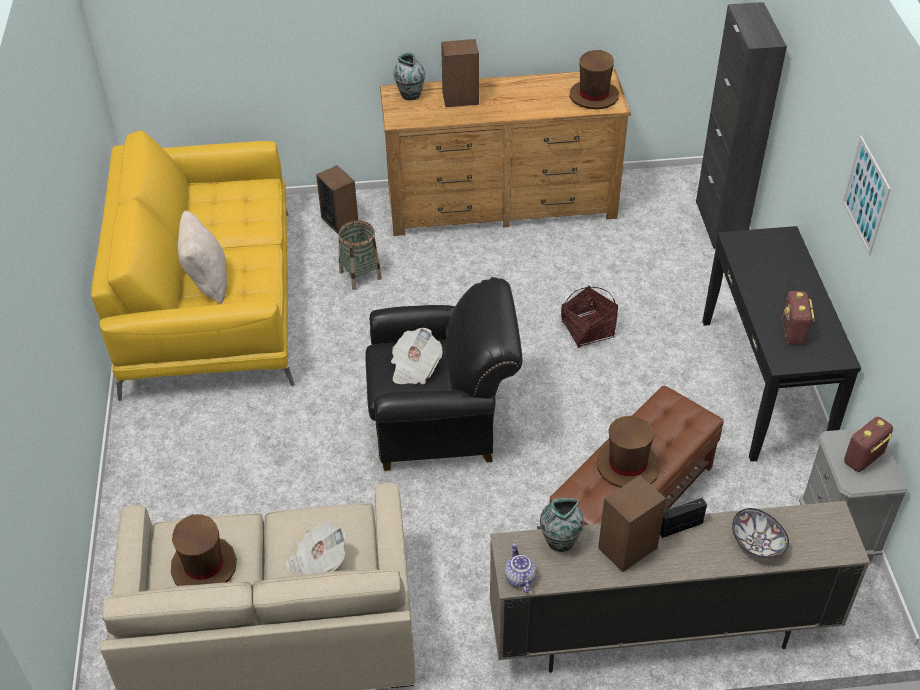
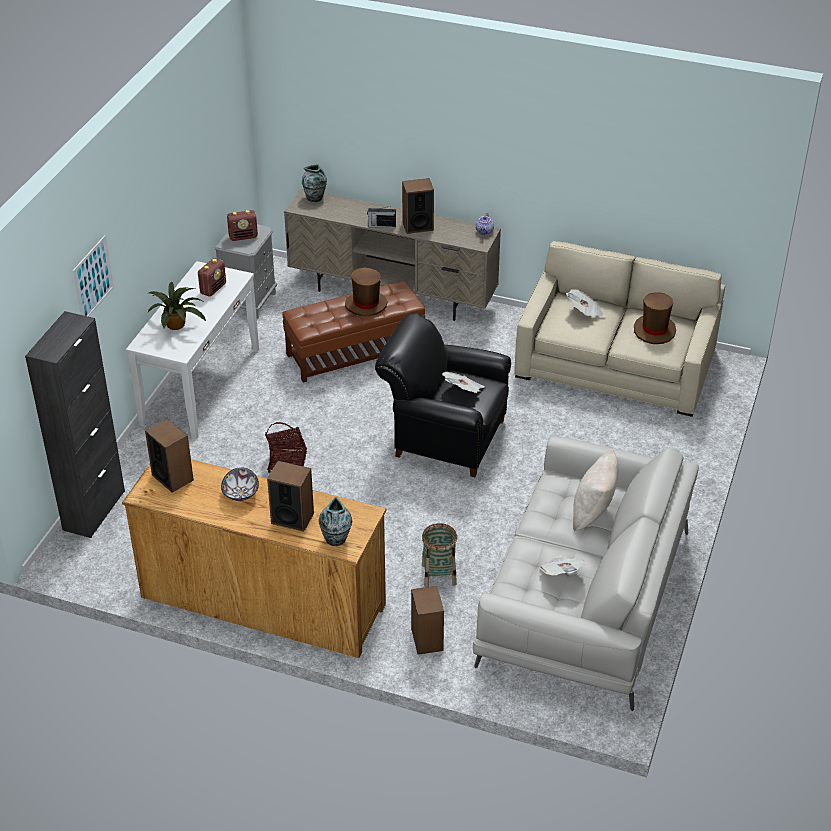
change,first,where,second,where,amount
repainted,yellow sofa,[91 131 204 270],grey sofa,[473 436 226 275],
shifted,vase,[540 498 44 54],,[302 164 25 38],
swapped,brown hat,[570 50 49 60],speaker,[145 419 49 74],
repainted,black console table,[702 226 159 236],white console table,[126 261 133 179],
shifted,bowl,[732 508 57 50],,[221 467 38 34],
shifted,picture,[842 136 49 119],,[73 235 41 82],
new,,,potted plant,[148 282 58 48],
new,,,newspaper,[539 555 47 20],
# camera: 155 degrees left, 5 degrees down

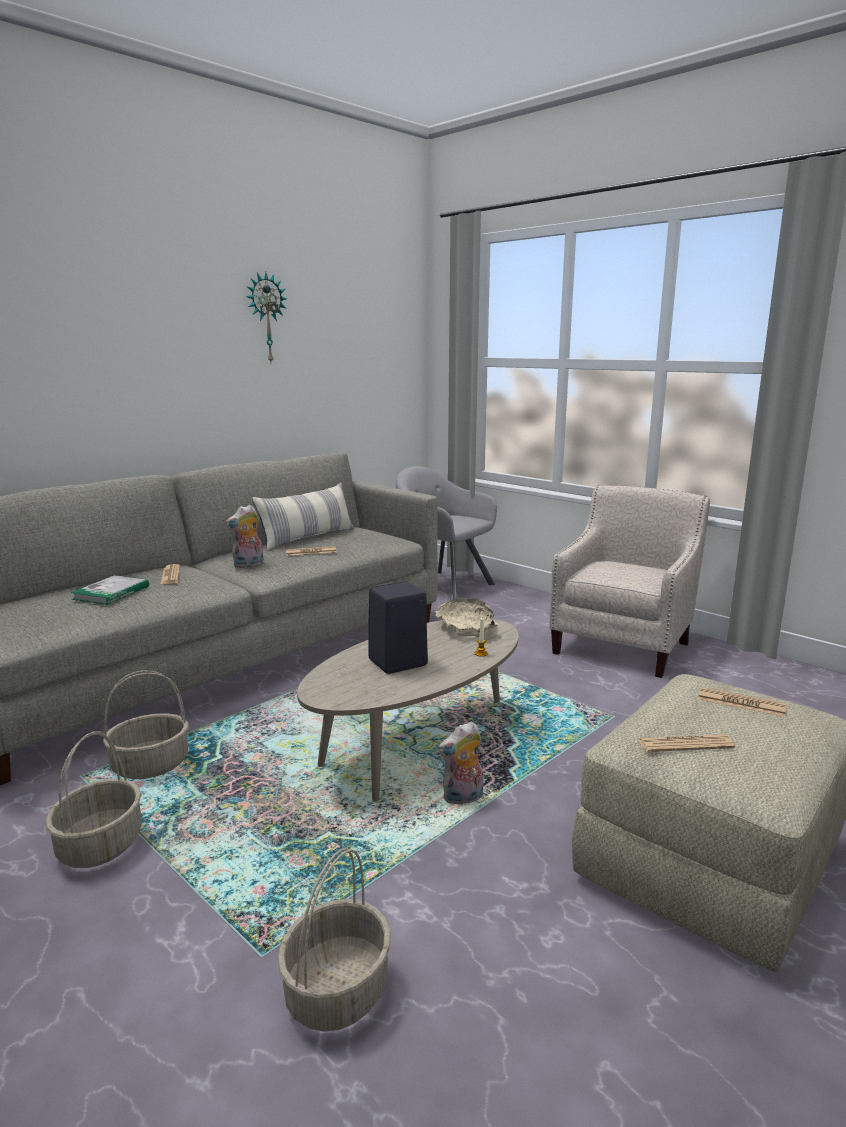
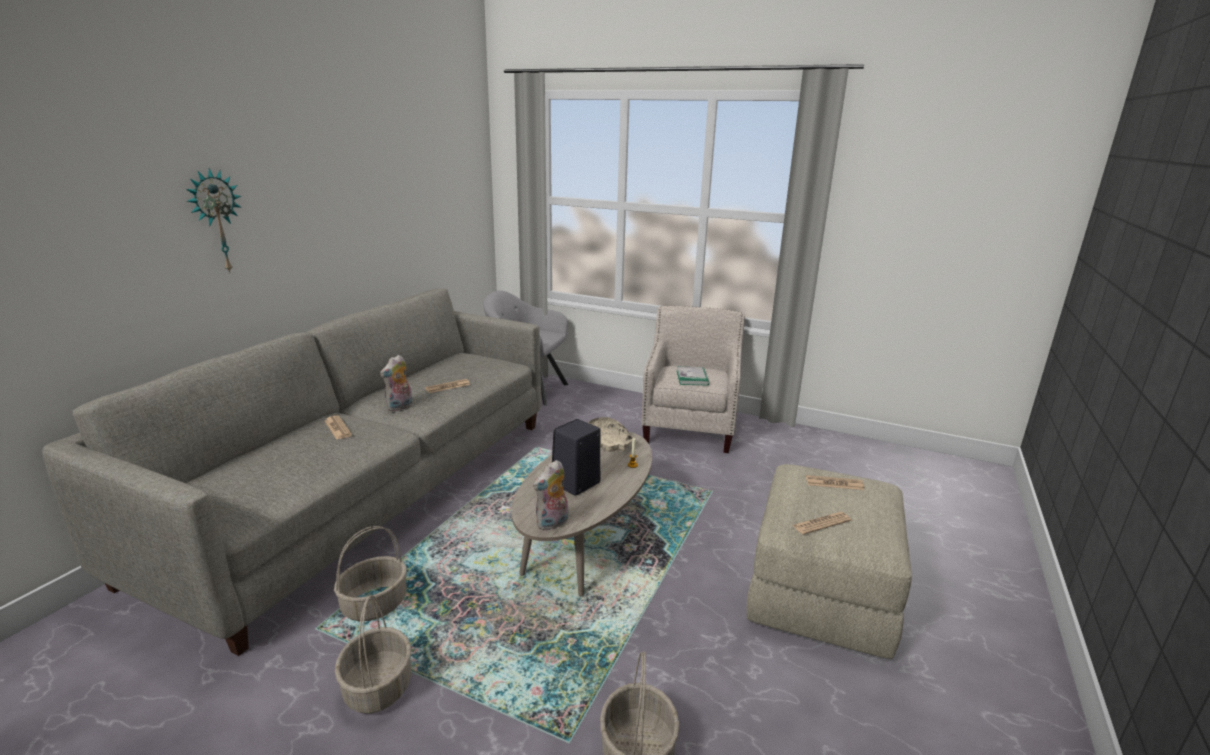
change,first,where,second,where,amount
shifted,book,[71 575 78 30],,[677 367 32 19],
shifted,wall clock,[246 272 41 90],,[186 168 55 105],
gone,pillow,[252 483 103 68],,,
shifted,plush toy,[438 722 45 83],,[533 460 35 71],
# camera: 20 degrees left, 5 degrees up

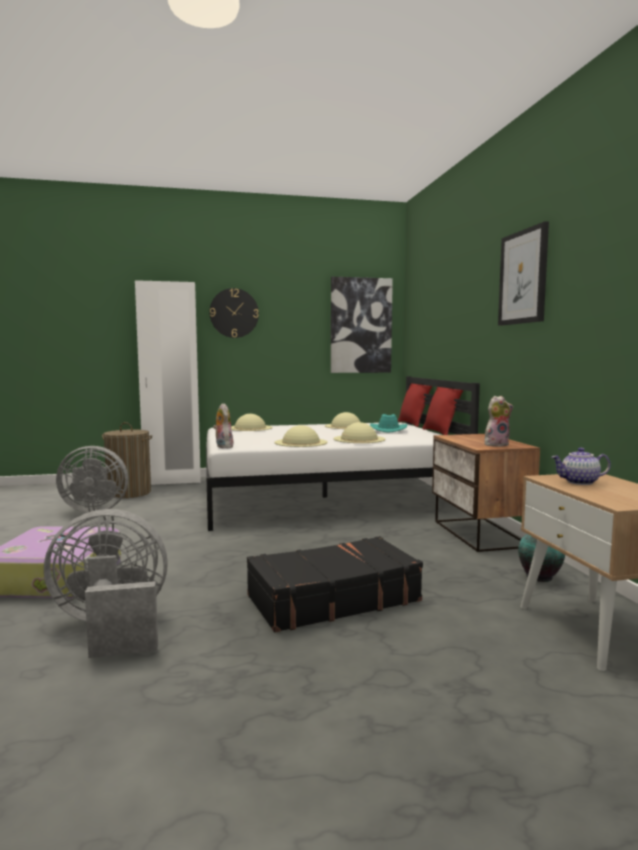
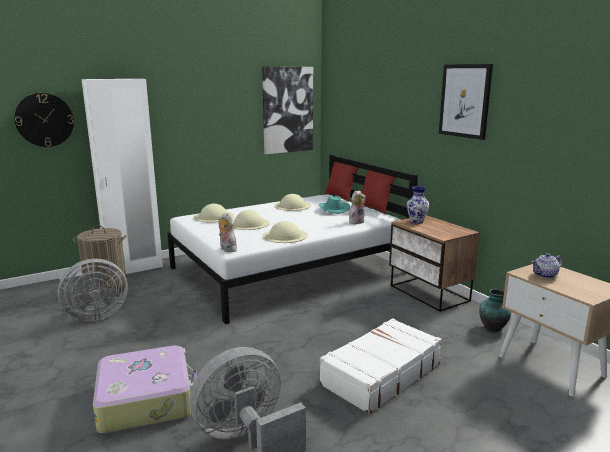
change,first,where,second,where,amount
shifted,wall clock,[209 288 50 50],,[14 93 60 54],
repainted,black suitcase,[247 536 176 97],white suitcase,[319 318 123 96],
shifted,beige hat,[334 422 51 21],,[233 210 37 20],
shifted,plush toy,[485 396 28 51],,[349 190 17 34],
new,,,vase,[407 186 22 38],
# camera: 20 degrees left, 10 degrees up

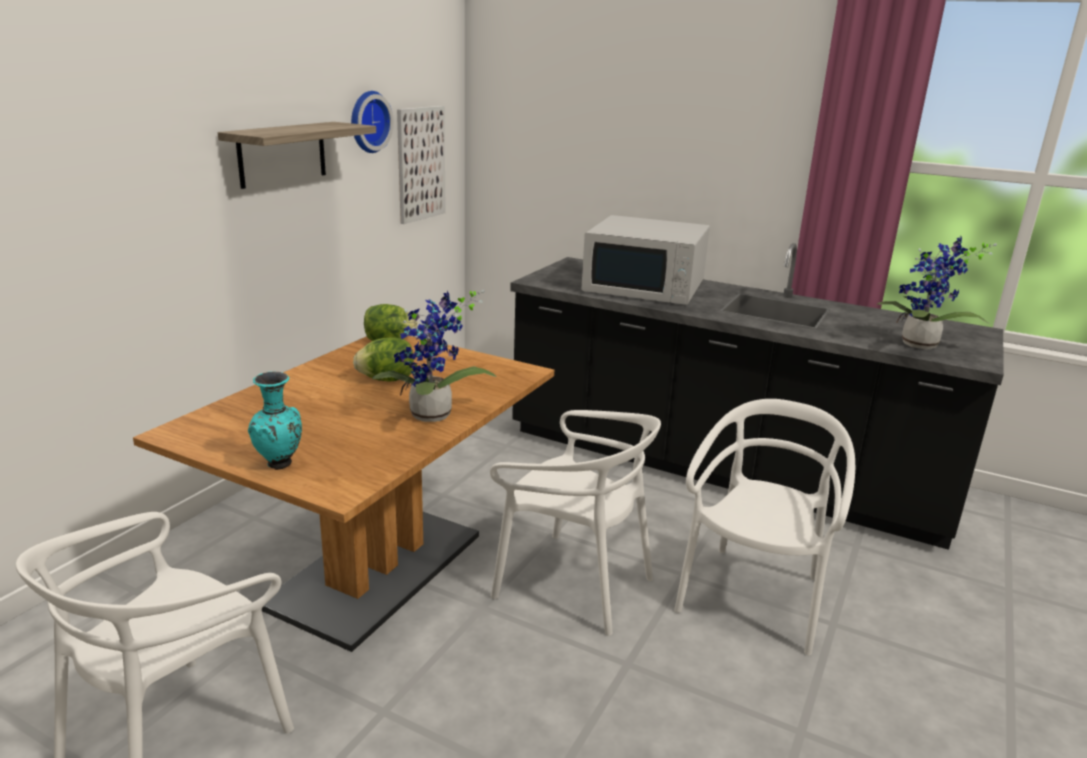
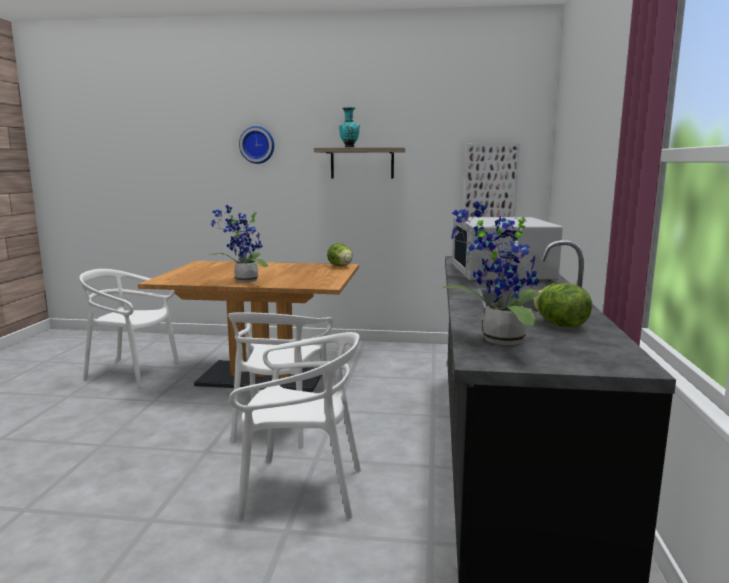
change,first,where,second,where,amount
shifted,turquoise vase,[248 372 54 98],,[339 107 21 40],
shifted,wall clock,[351 91 43 62],,[239 126 35 38],
shifted,lettuce,[353 337 61 45],,[533 283 59 44],
# camera: 70 degrees right, 10 degrees down

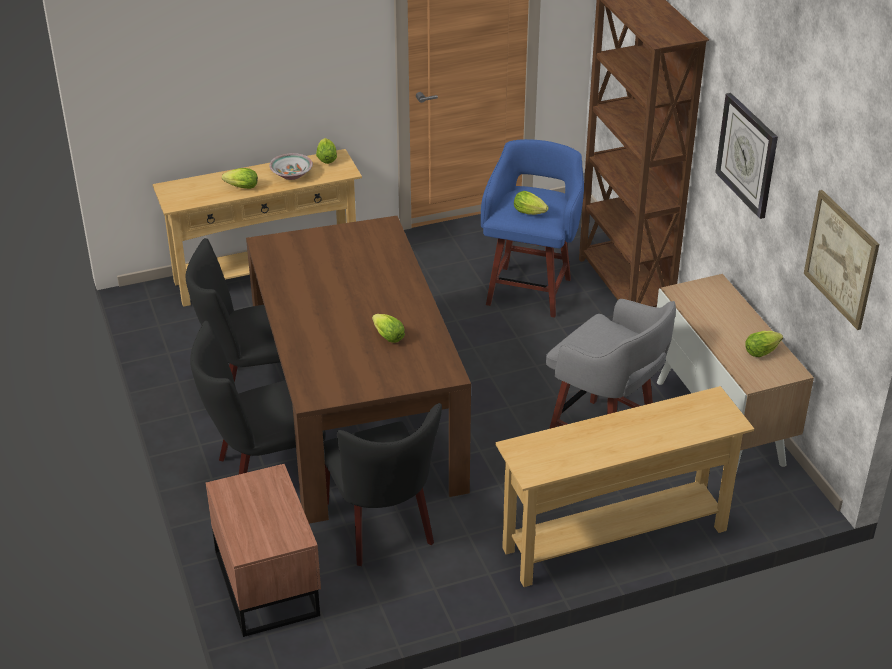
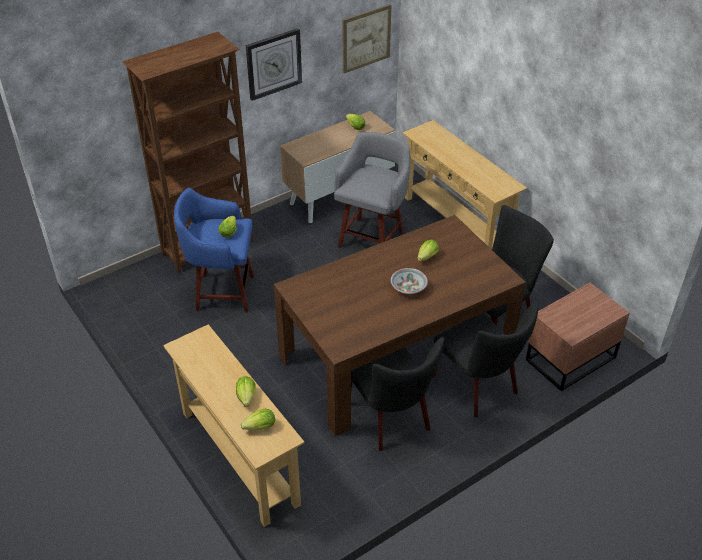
change,first,where,second,where,amount
shifted,bowl,[269 153 44 27],,[391 268 37 26],
shifted,lettuce,[316 138 21 26],,[241 409 34 22],
# camera: 105 degrees left, 5 degrees up

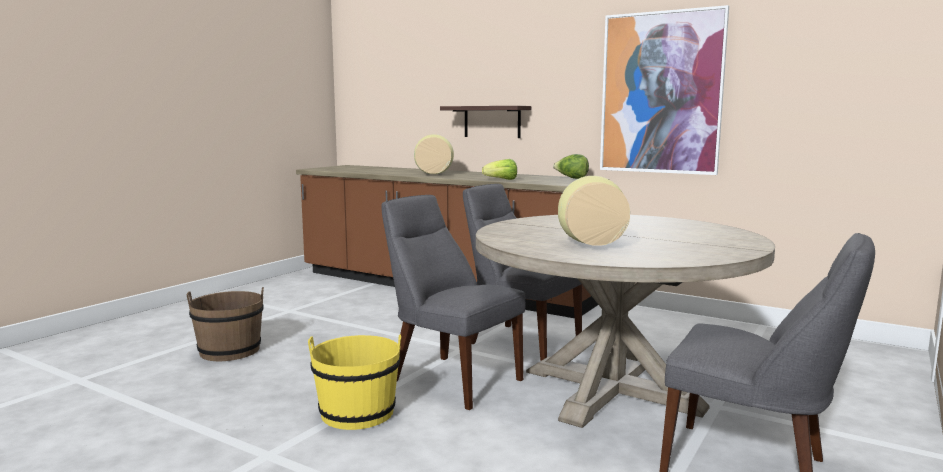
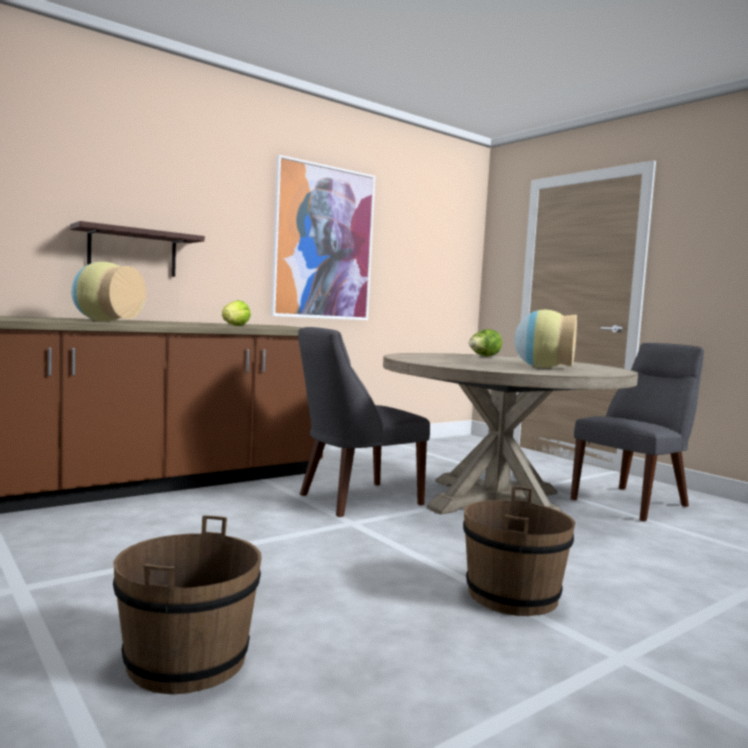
change,first,where,second,where,amount
repainted,yellow bucket,[308 334 93 96],brown bucket,[463 487 112 129],
gone,grey chair,[382 195 143 215],,,
shifted,lettuce,[553 154 36 25],,[469 329 33 28],
# camera: 70 degrees left, 5 degrees down

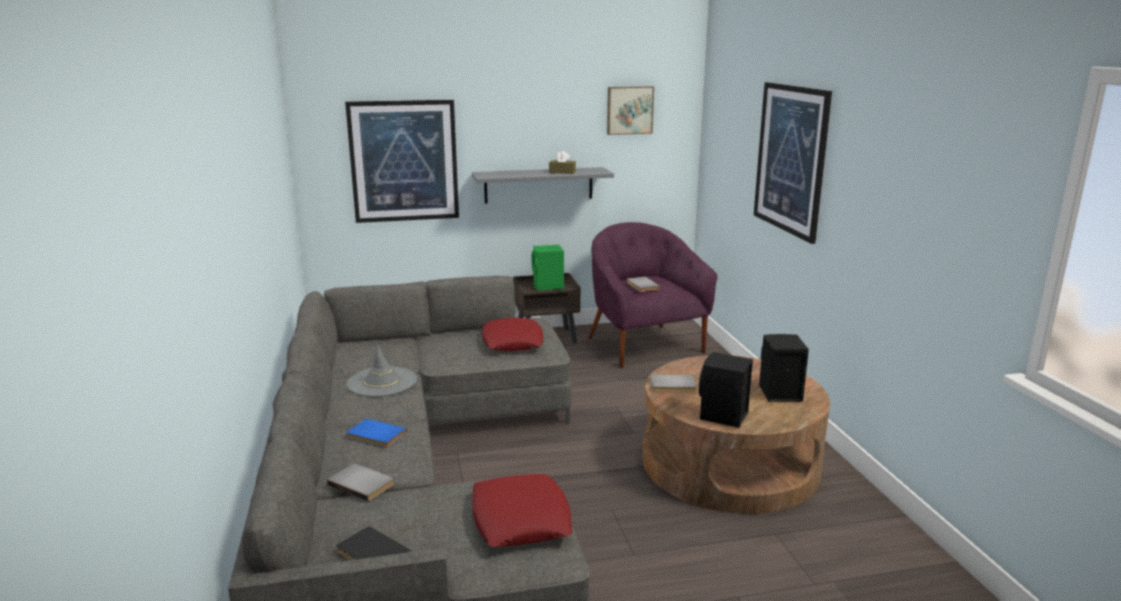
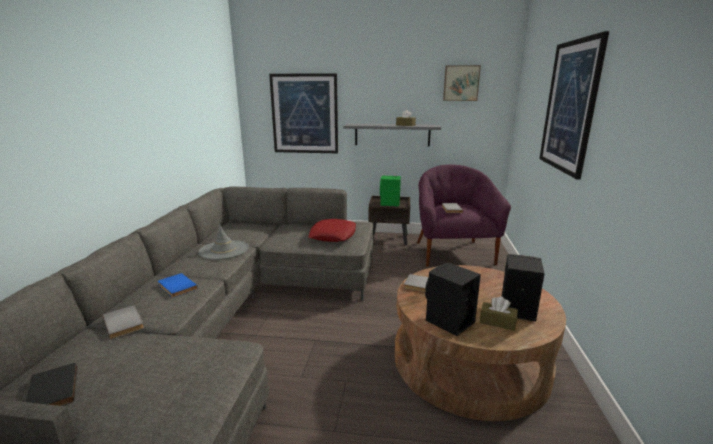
change,first,where,second,where,amount
gone,red pillow,[472 474 100 73],,,
new,,,brown tissue box,[480 297 38 34],
# camera: 20 degrees right, 0 degrees up

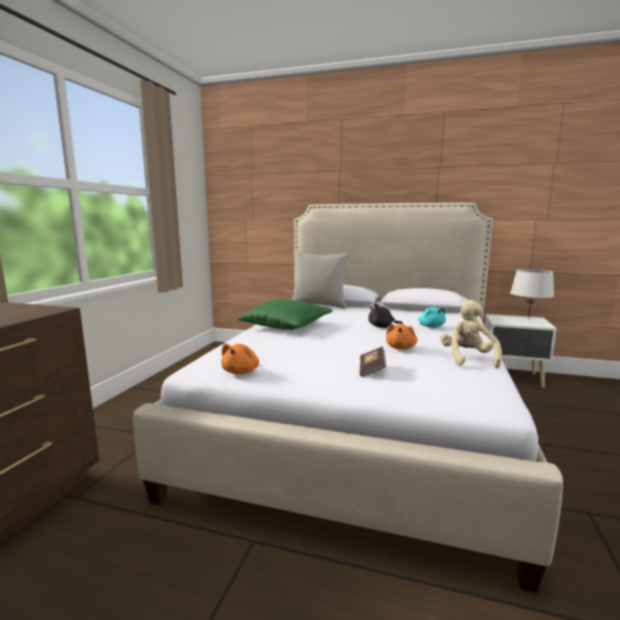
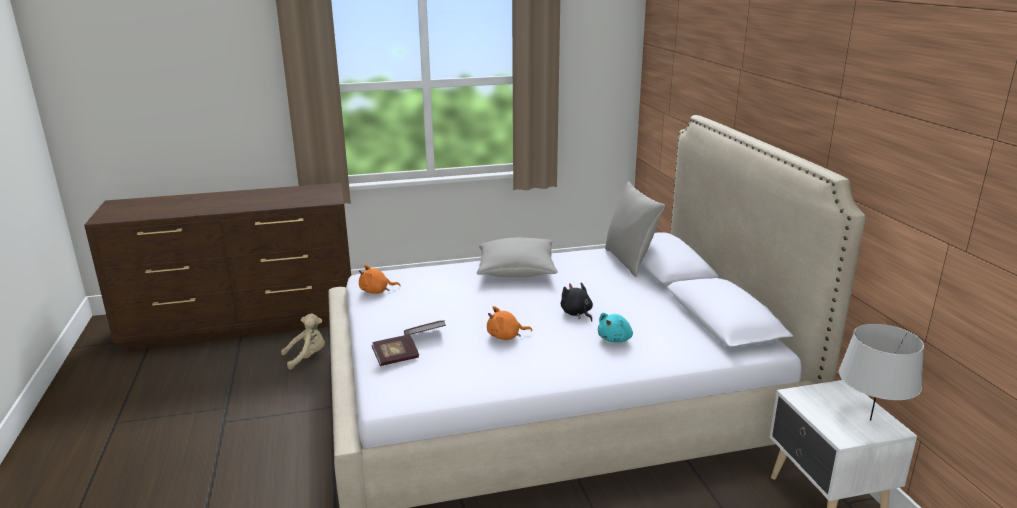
change,first,where,second,where,amount
repainted,green pillow,[237 299 96 31],grey pillow,[477 238 80 39],
shifted,beige plush toy,[440 300 62 68],,[281 314 44 56],
new,,,book,[372 334 47 32],
# camera: 60 degrees right, 10 degrees up

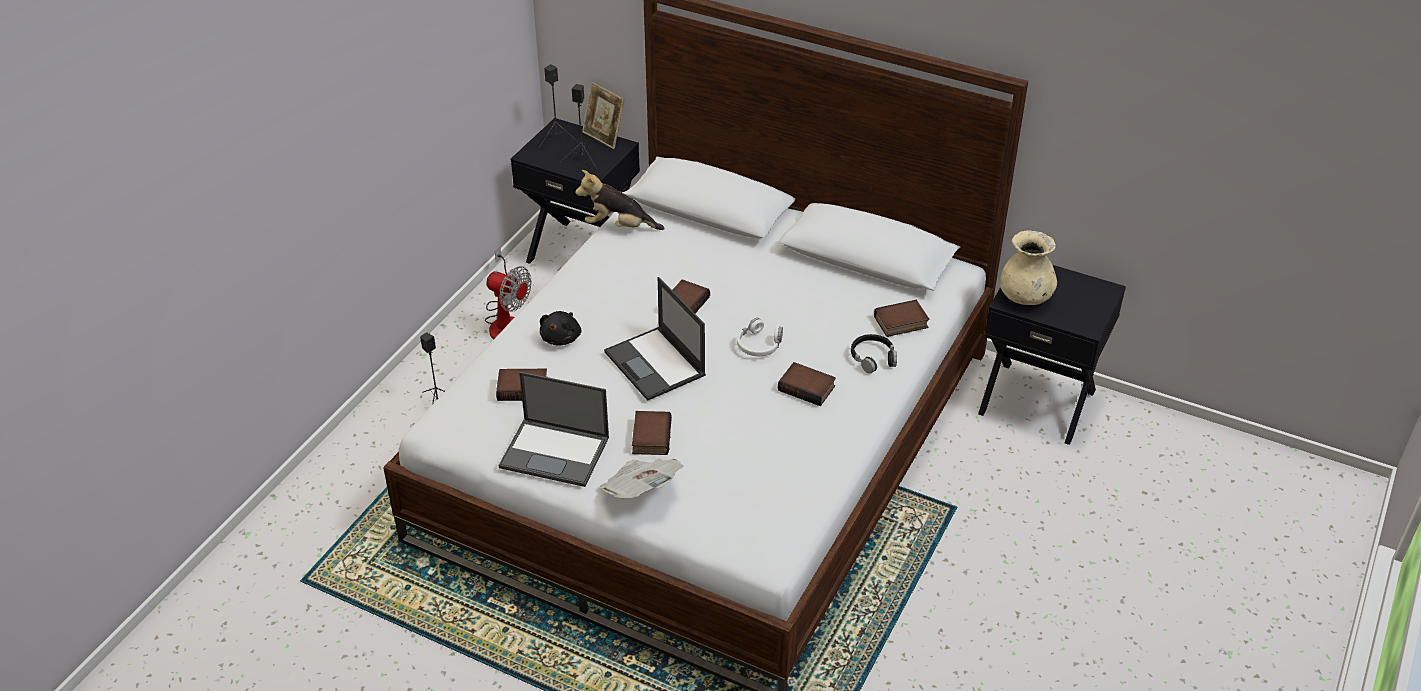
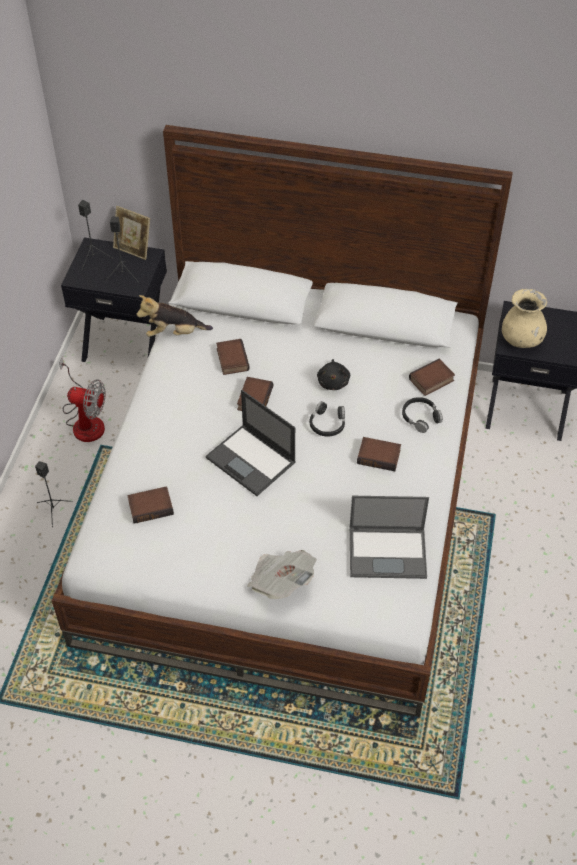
change,first,where,second,where,amount
shifted,laptop,[498 372 111 115],,[350 496 79 83],
shifted,black plush toy,[540 311 41 35],,[317 359 33 31],
shifted,book,[632 411 40 44],,[216 339 34 36],
repainted,white headphones,[737 318 46 38],black headphones,[310 401 35 36],
# camera: 15 degrees left, 10 degrees up

